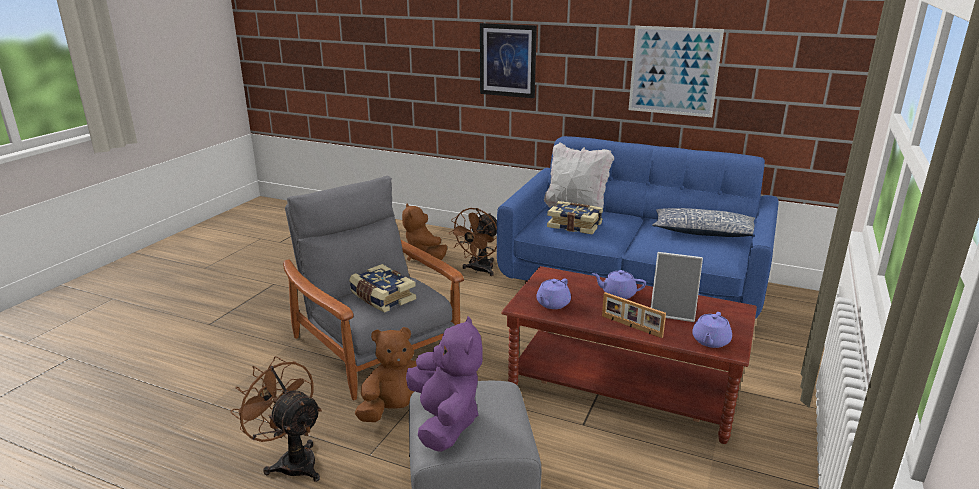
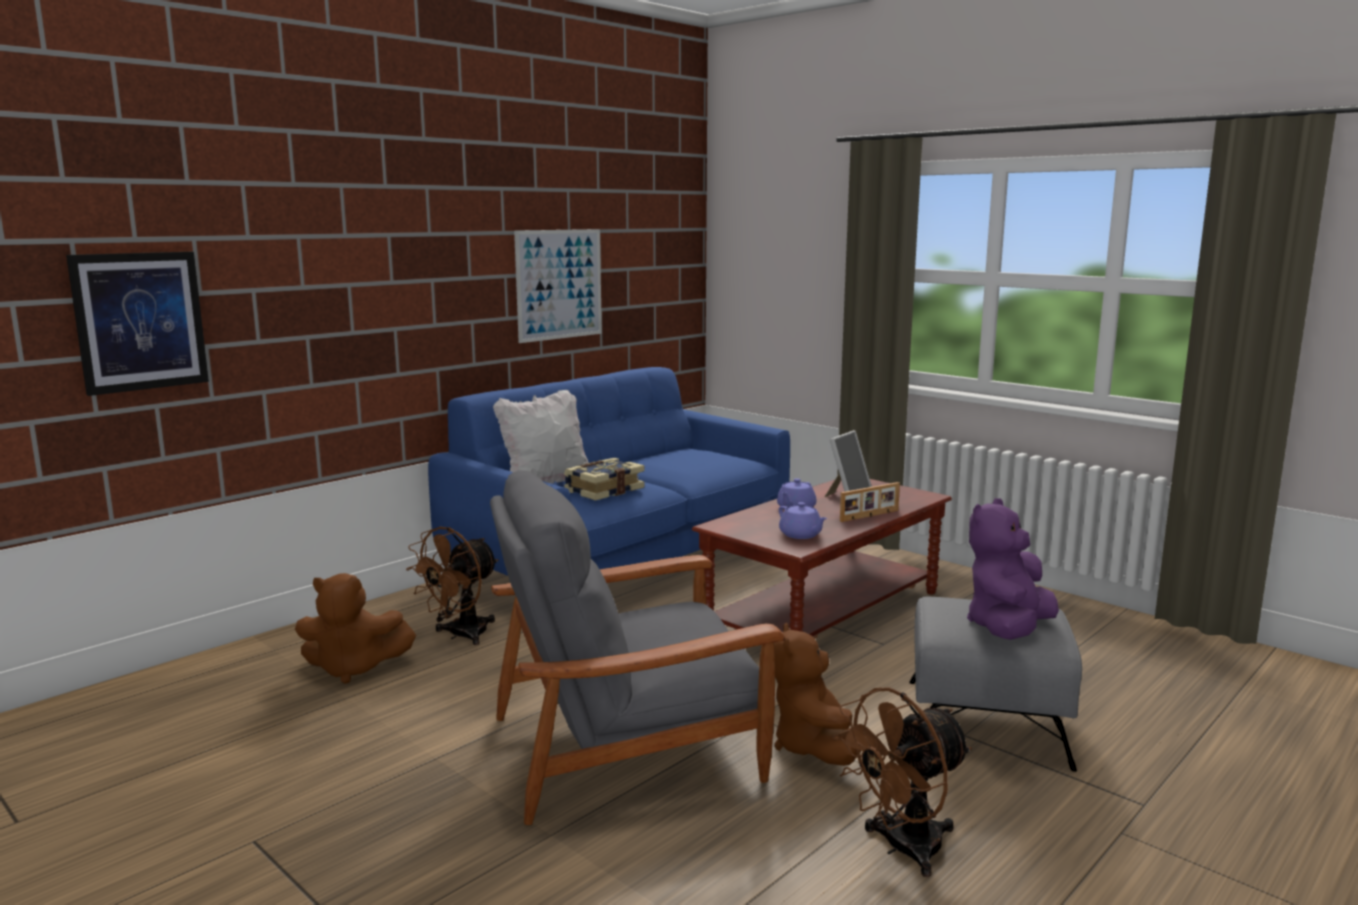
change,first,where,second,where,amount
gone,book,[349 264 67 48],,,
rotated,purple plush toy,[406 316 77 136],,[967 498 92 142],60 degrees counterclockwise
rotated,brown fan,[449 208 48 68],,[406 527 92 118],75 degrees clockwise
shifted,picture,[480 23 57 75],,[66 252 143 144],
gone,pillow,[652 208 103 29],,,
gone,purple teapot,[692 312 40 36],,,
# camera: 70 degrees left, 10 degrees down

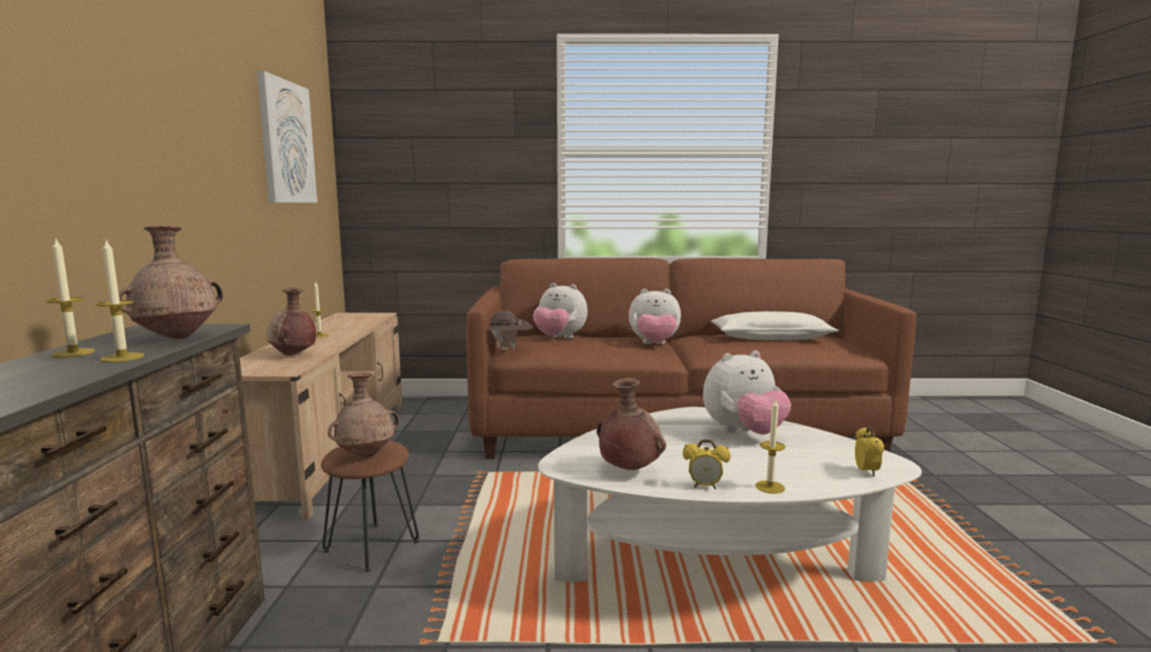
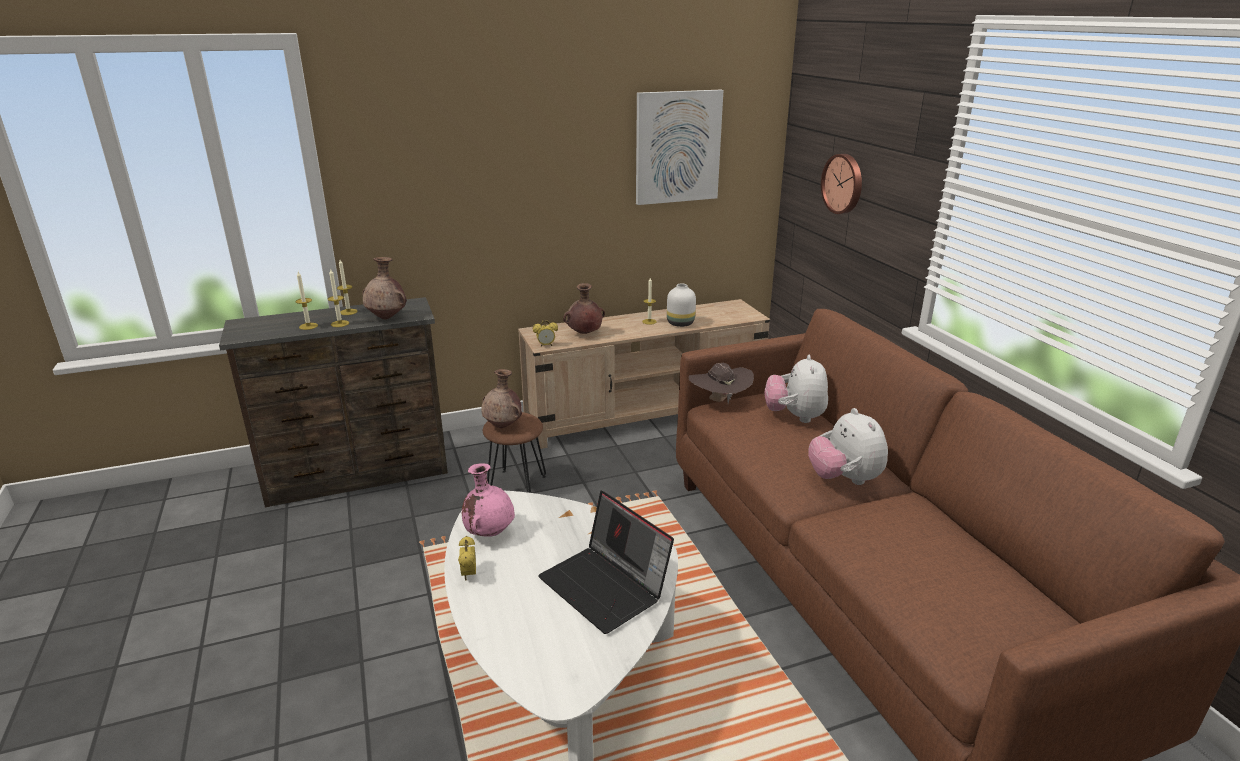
change,first,where,second,where,amount
repainted,brown vase,[597 378 69 92],pink vase,[462 463 53 74],
swapped,plush toy,[703 351 88 83],laptop,[538 491 136 143],
gone,white pillow,[711 311 128 29],,,
shifted,candle,[755 398 31 96],,[296 272 22 58],
shifted,alarm clock,[855 426 29 51],,[533 320 25 27],
new,,,white vase,[667 283 29 44],
new,,,wall clock,[821 154 41 60],
# camera: 70 degrees right, 15 degrees up

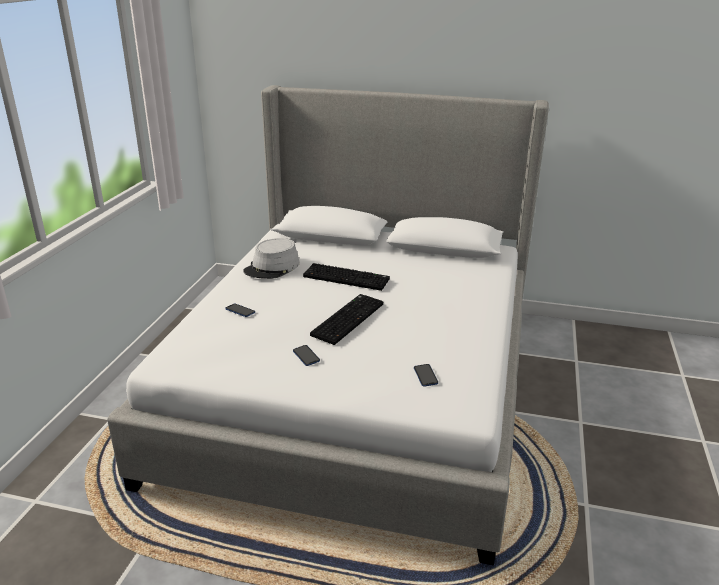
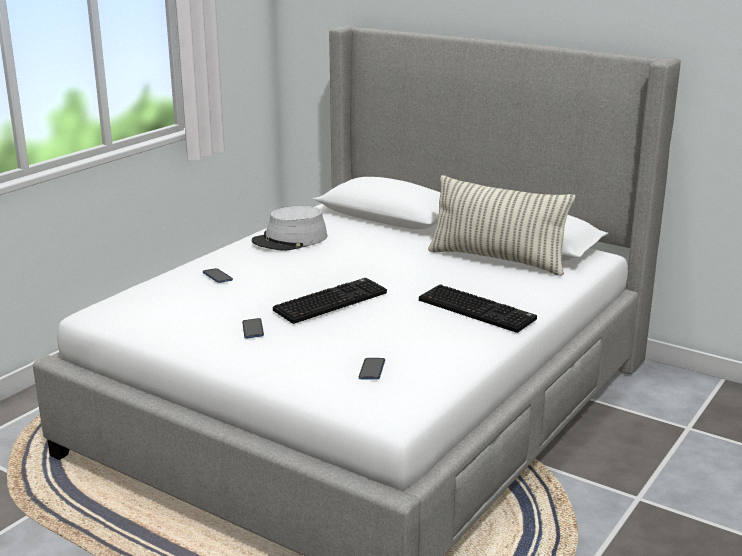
change,first,where,second,where,amount
shifted,keyboard,[303 263 87 28],,[419 284 118 49],
new,,,pillow,[428 175 147 101],
# camera: 20 degrees right, 5 degrees down

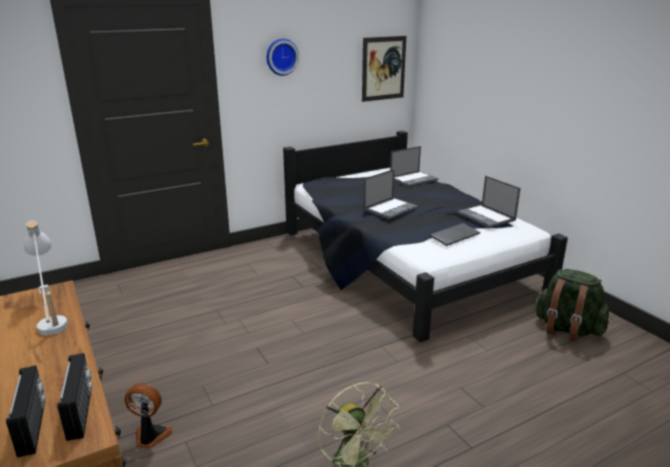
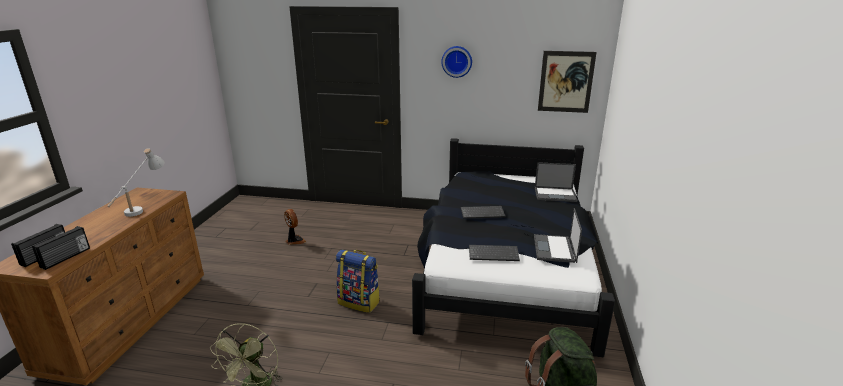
change,first,where,second,where,amount
shifted,fan,[125 383 48 66],,[284 209 22 36],
swapped,laptop,[363 169 56 50],keyboard,[461 206 45 13],
new,,,backpack,[336 250 44 63],
# camera: 40 degrees right, 0 degrees up

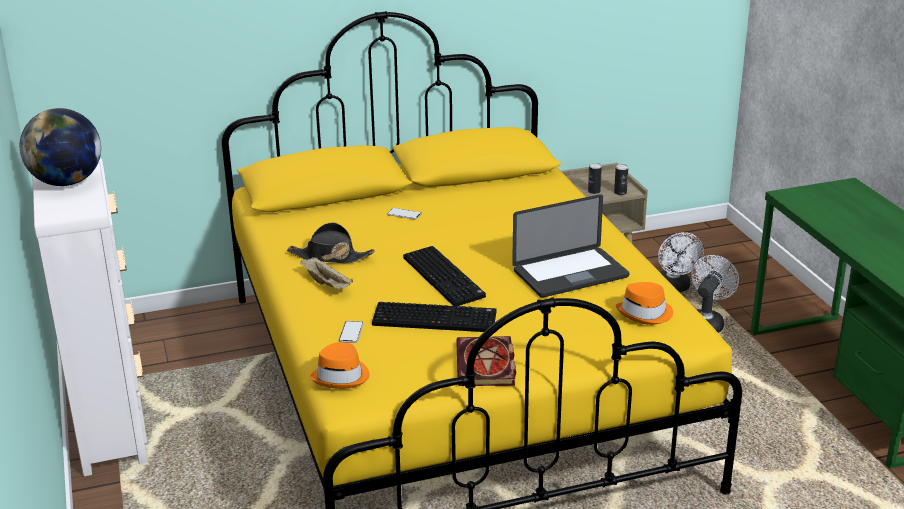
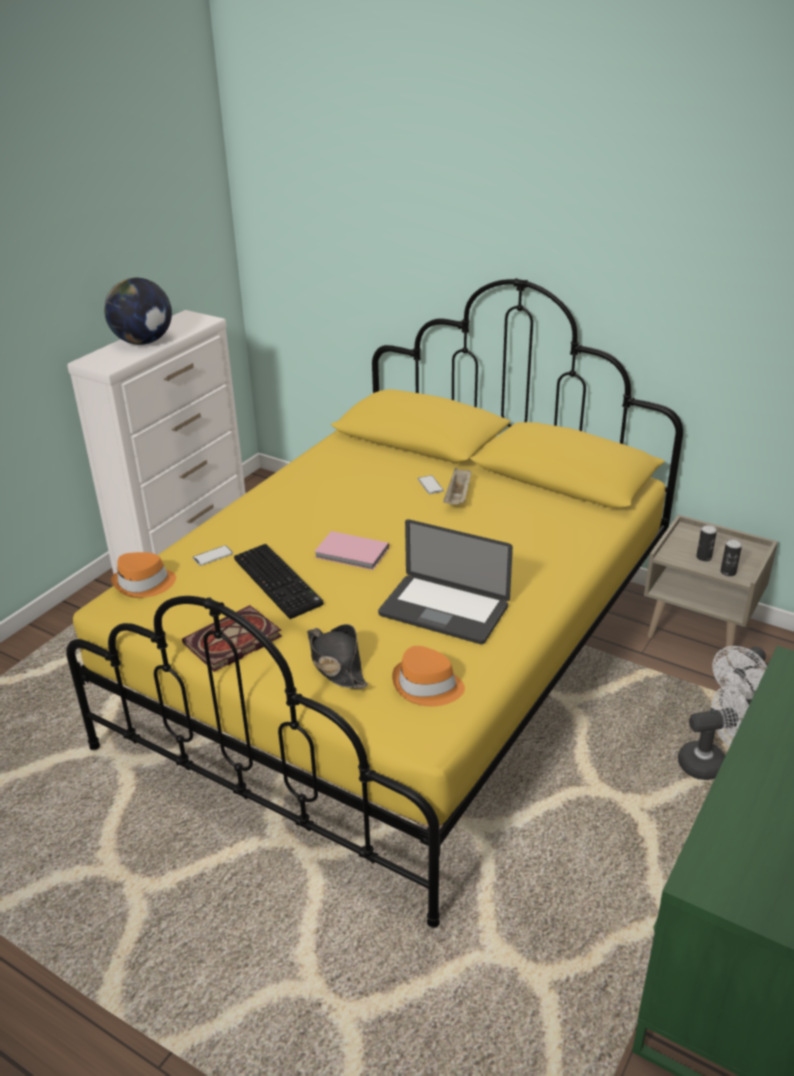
change,first,where,second,where,amount
shifted,black hat,[287 222 88 41],,[307 624 61 65],
shifted,beige tray,[300 257 53 32],,[443 468 28 37],
swapped,keyboard,[403 246 83 60],pink book,[314 531 75 39],
# camera: 50 degrees right, 5 degrees up

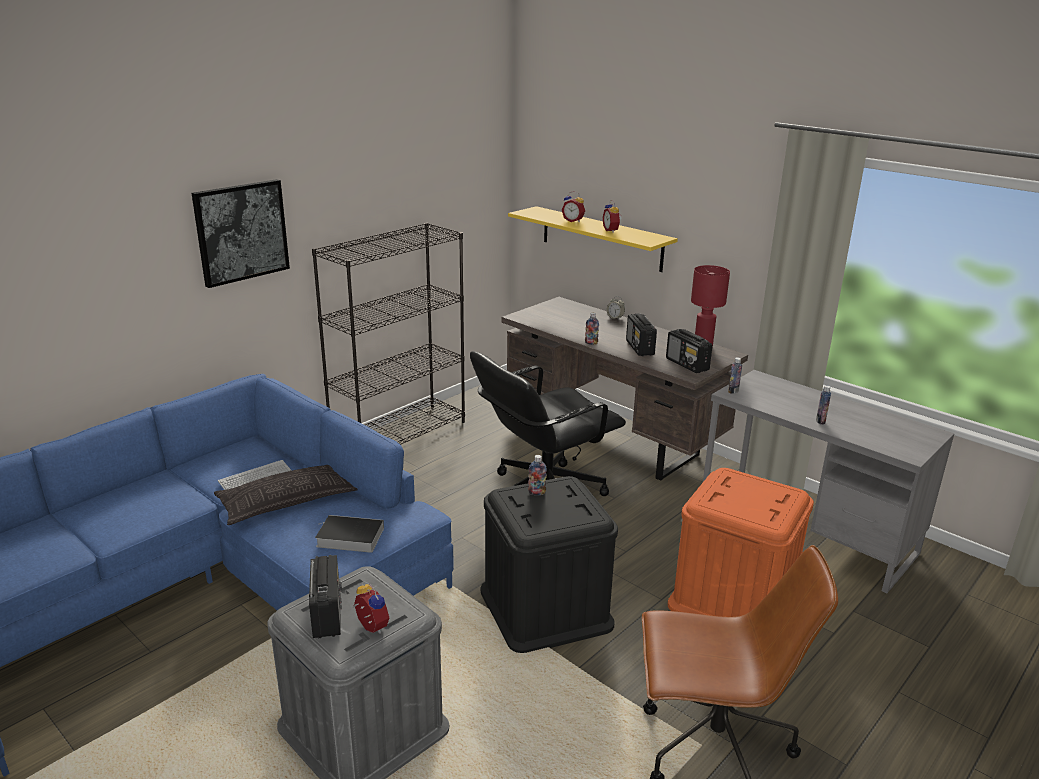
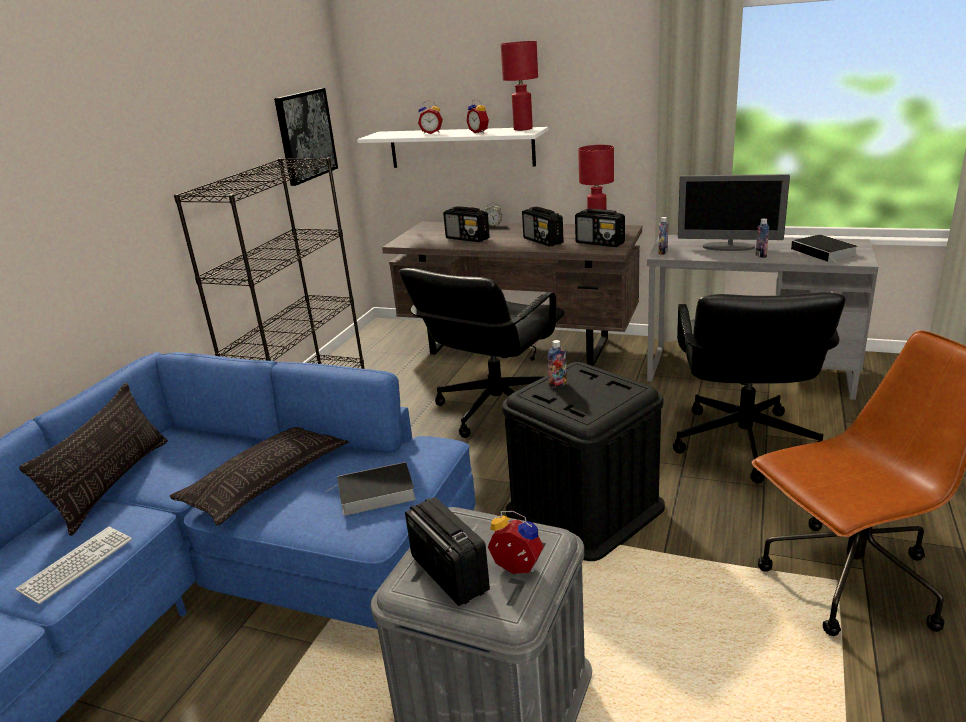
change,first,where,second,where,amount
shifted,picture,[192 179 98 109],,[274 88 64 98],
shifted,keyboard,[218 460 74 30],,[16 526 116 78],
repainted,yellow shelf,[508 206 170 66],white shelf,[357 127 191 41],
gone,bottle,[585 313 14 32],,,
swapped,orange storage box,[668 468 146 149],black office chair,[673 292 172 191],
new,,,pillow,[19 383 149 153],
new,,,radio,[443 206 47 36],
new,,,red table lamp,[501 41 37 90],
new,,,monitor,[678 174 112 77],
new,,,book,[791 235 67 29],
# camera: 20 degrees left, 0 degrees up

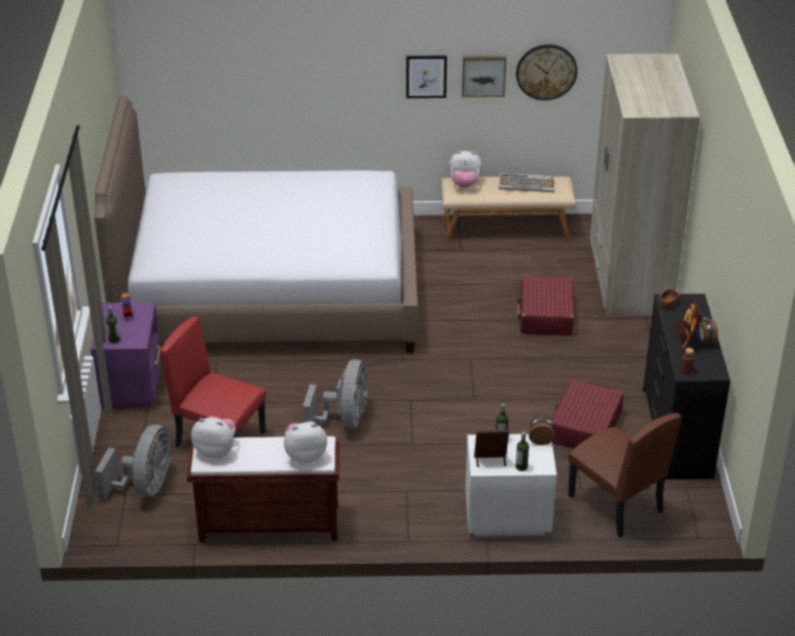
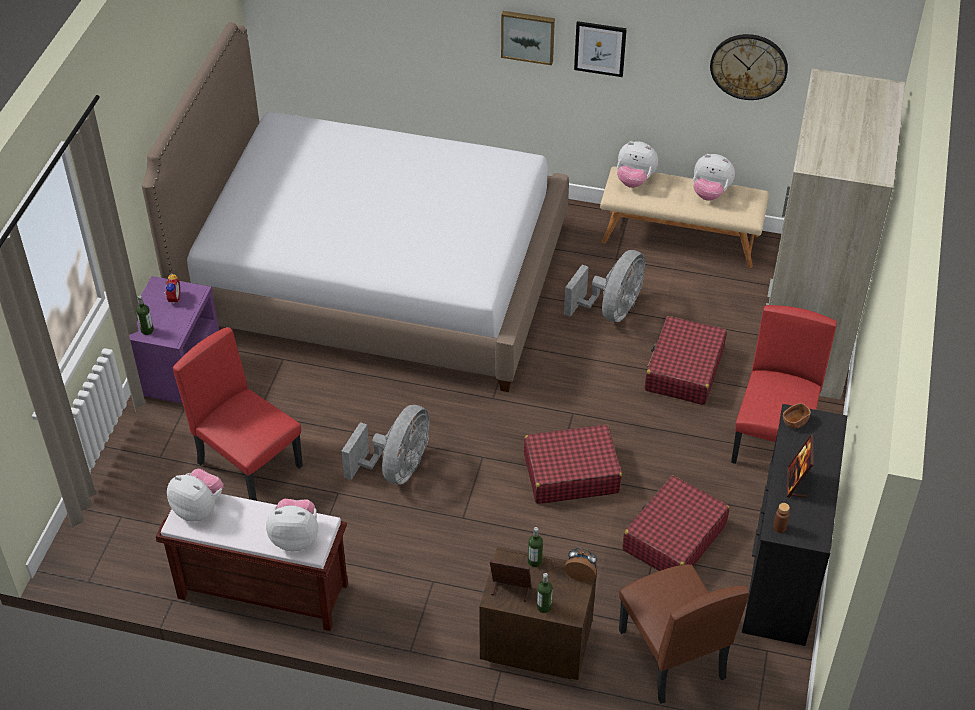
change,first,where,second,where,amount
shifted,grey fan,[95 424 76 76],,[564 250 81 72],
shifted,picture,[462 56 44 41],,[501 11 54 54],
repainted,white nightstand,[465 434 92 102],brown nightstand,[479 546 118 134],
swapped,keyboard,[498 173 57 19],plush toy,[693 154 42 47],
gone,alarm clock,[698 314 20 32],,,
new,,,red suitcase,[524 424 98 80],
new,,,red chair,[731 305 106 159],
# camera: 15 degrees right, 10 degrees up

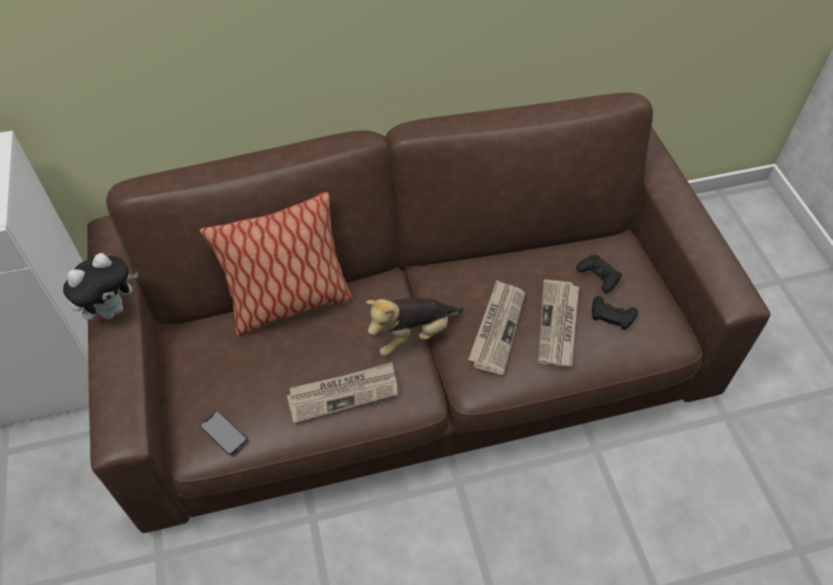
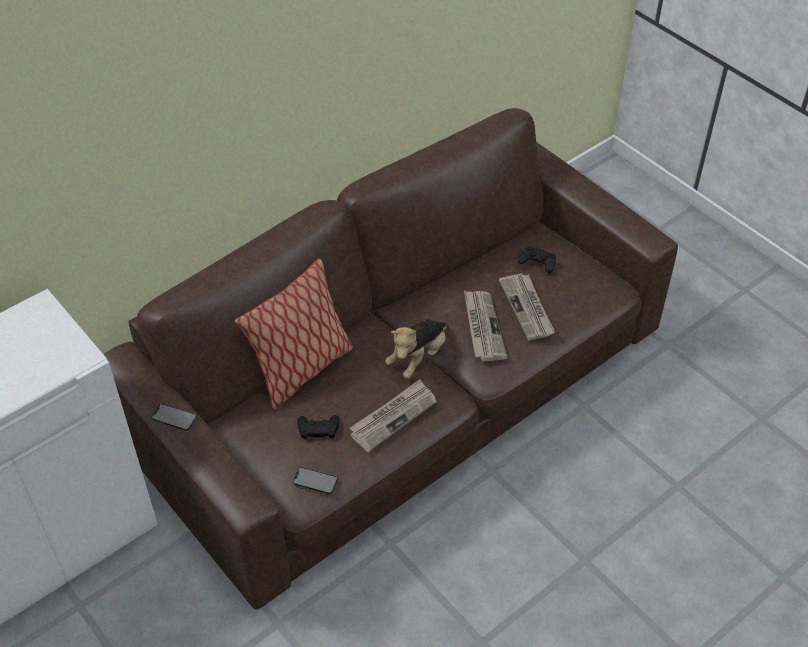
change,first,where,second,where,amount
swapped,plush toy,[63 253 75 67],phone,[152 404 45 27],
shifted,black game controller,[592 296 46 34],,[297 415 43 24],
# camera: 25 degrees left, 5 degrees down

